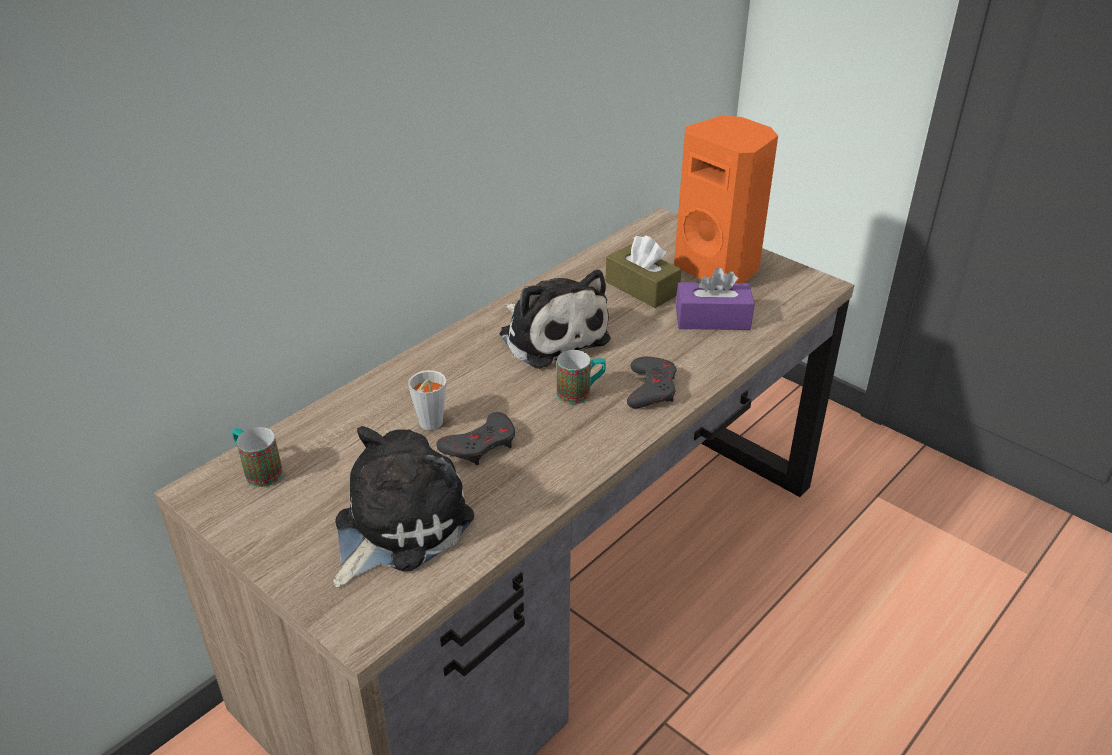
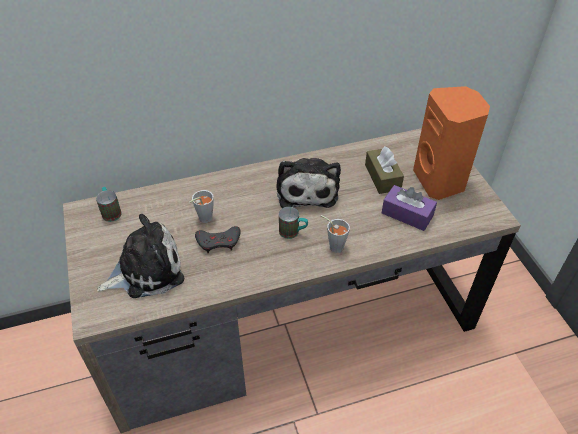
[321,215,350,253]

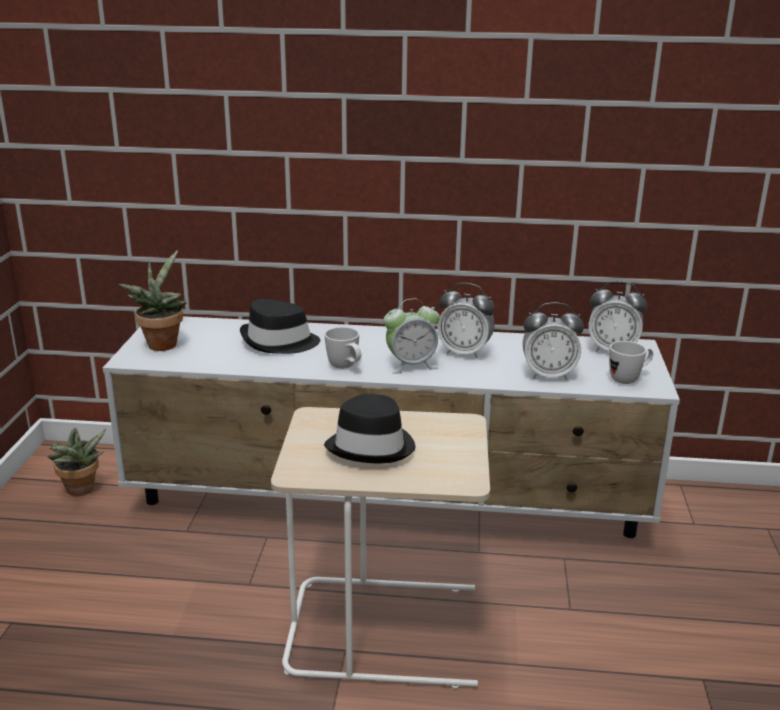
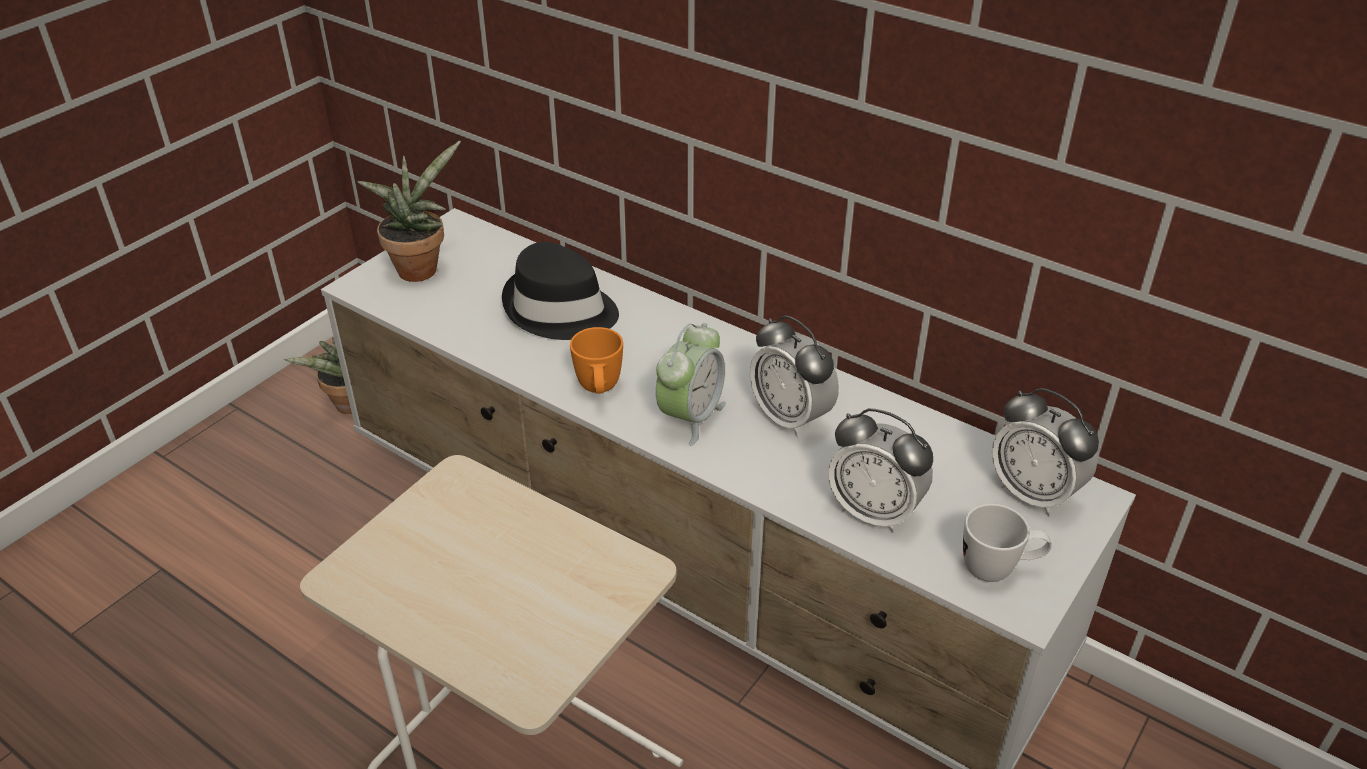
[570,327,623,394]
[324,394,415,463] (first image)
[656,323,726,446]

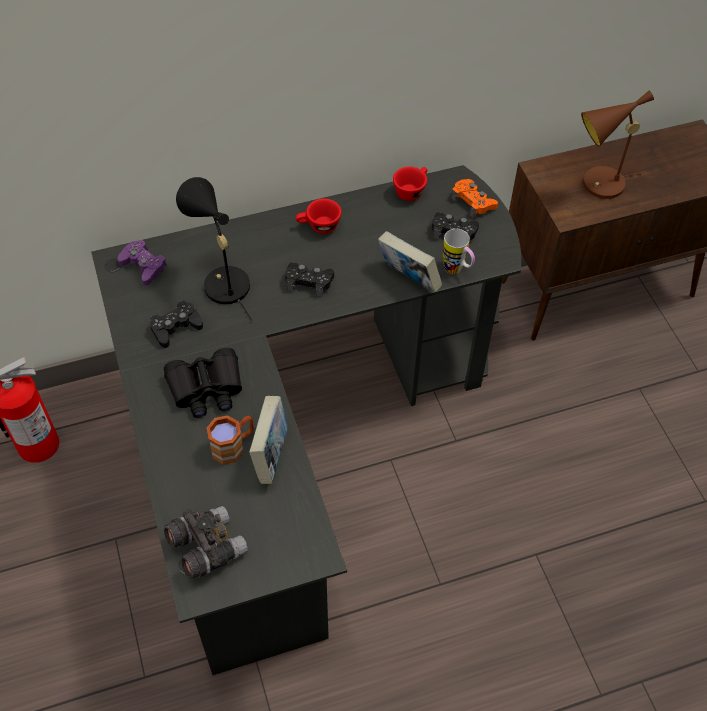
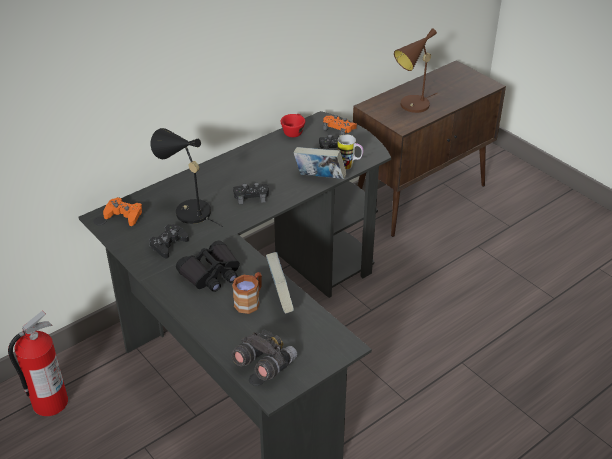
[103,197,143,226]
[296,199,341,234] (first image)

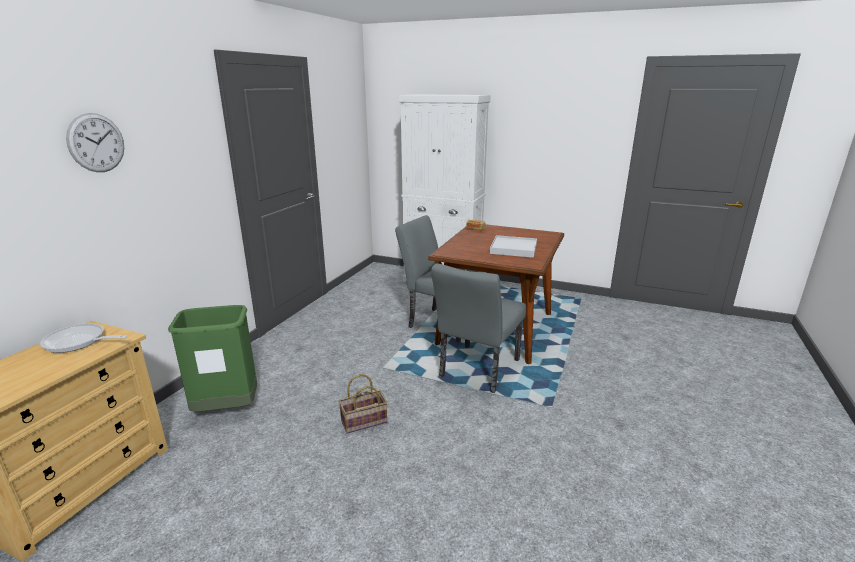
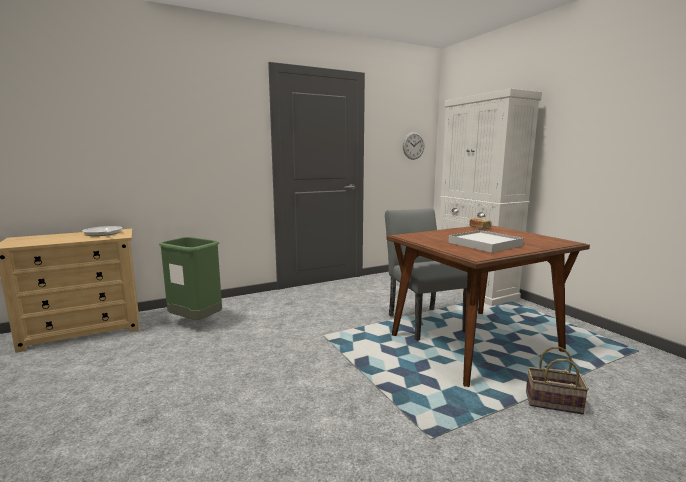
[403,132,424,160]
[526,347,589,415]
[431,264,526,393] (first image)

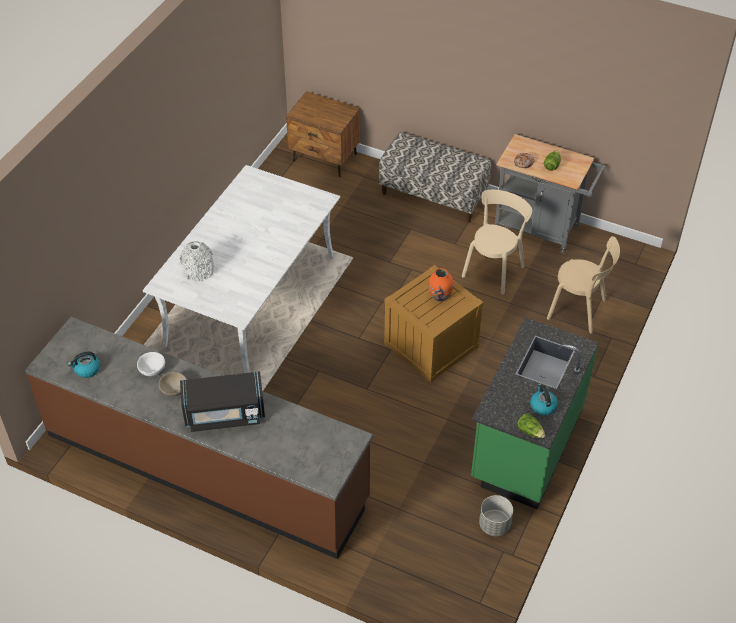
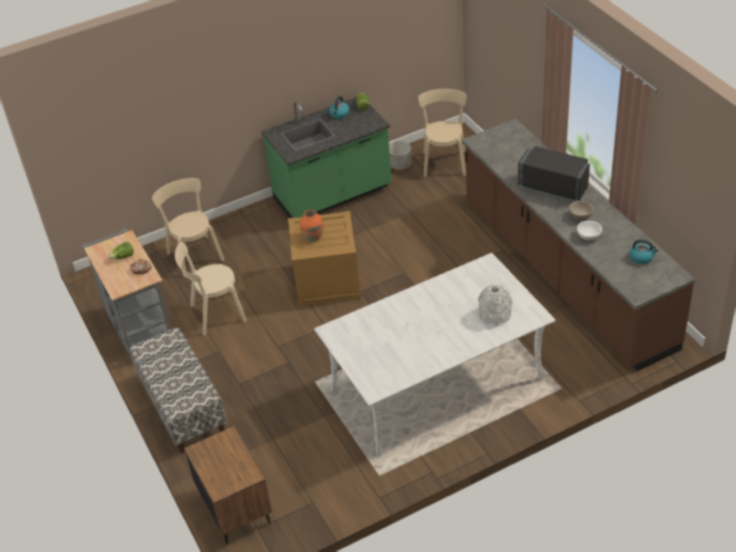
[418,89,467,177]

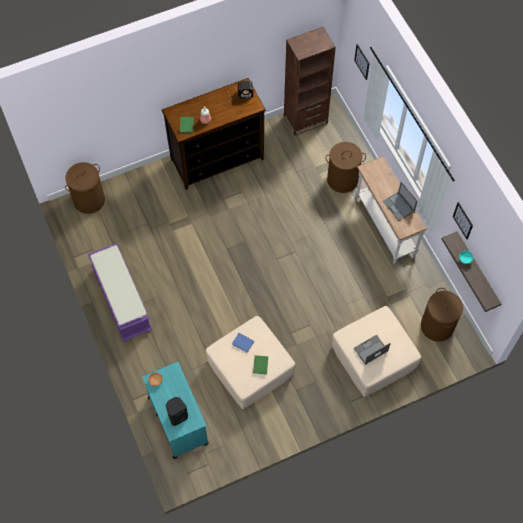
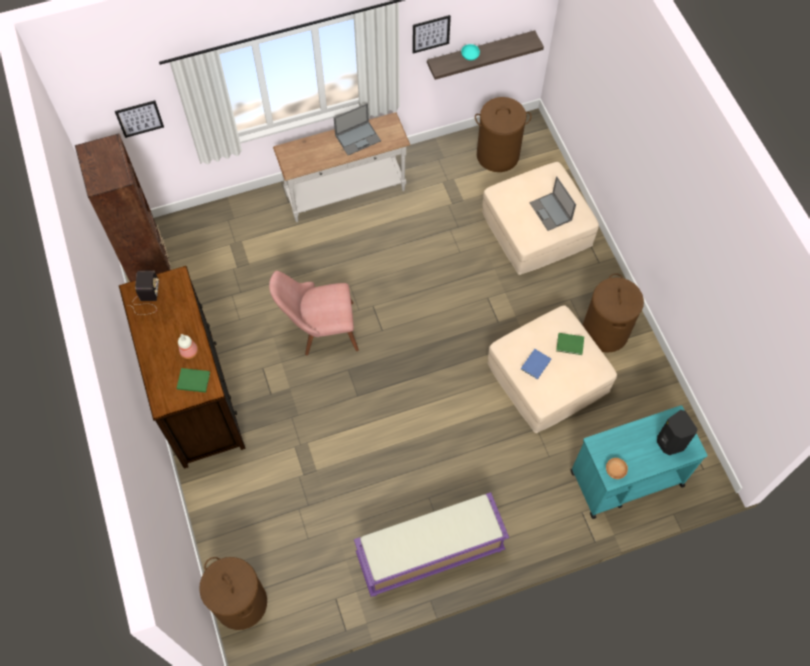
[583,273,644,353]
[269,271,359,355]

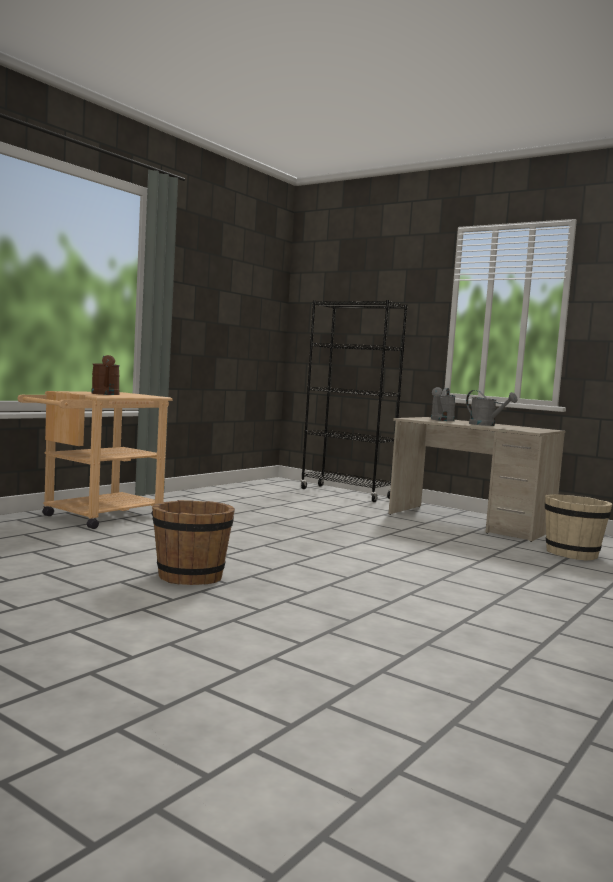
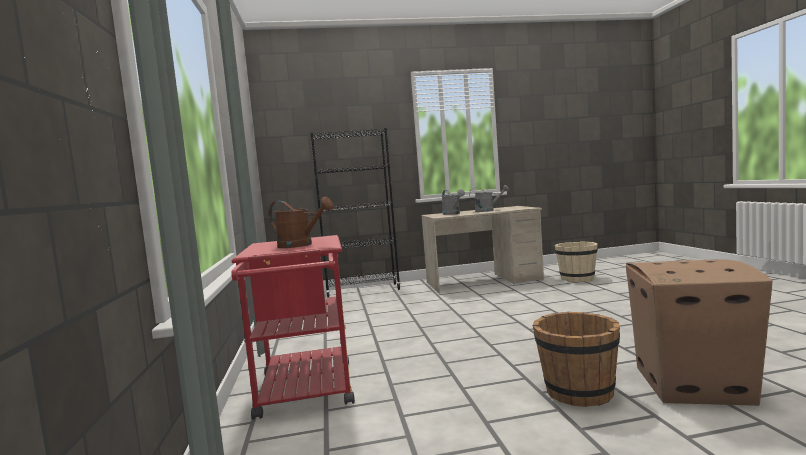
[231,235,355,419]
[626,259,773,406]

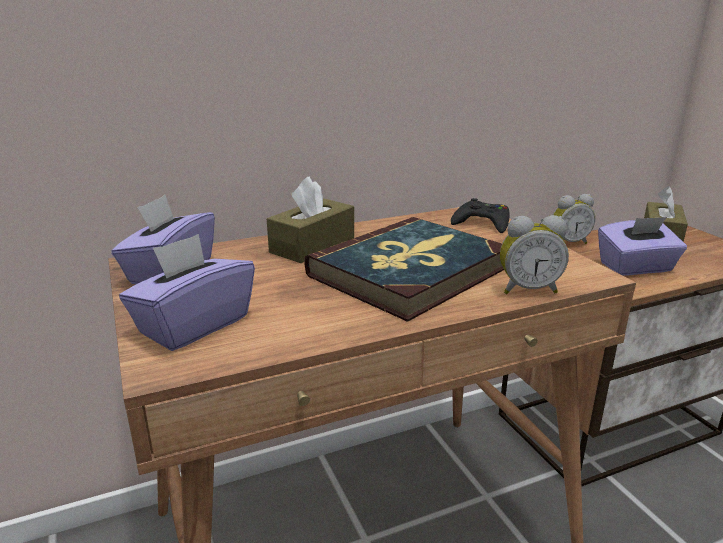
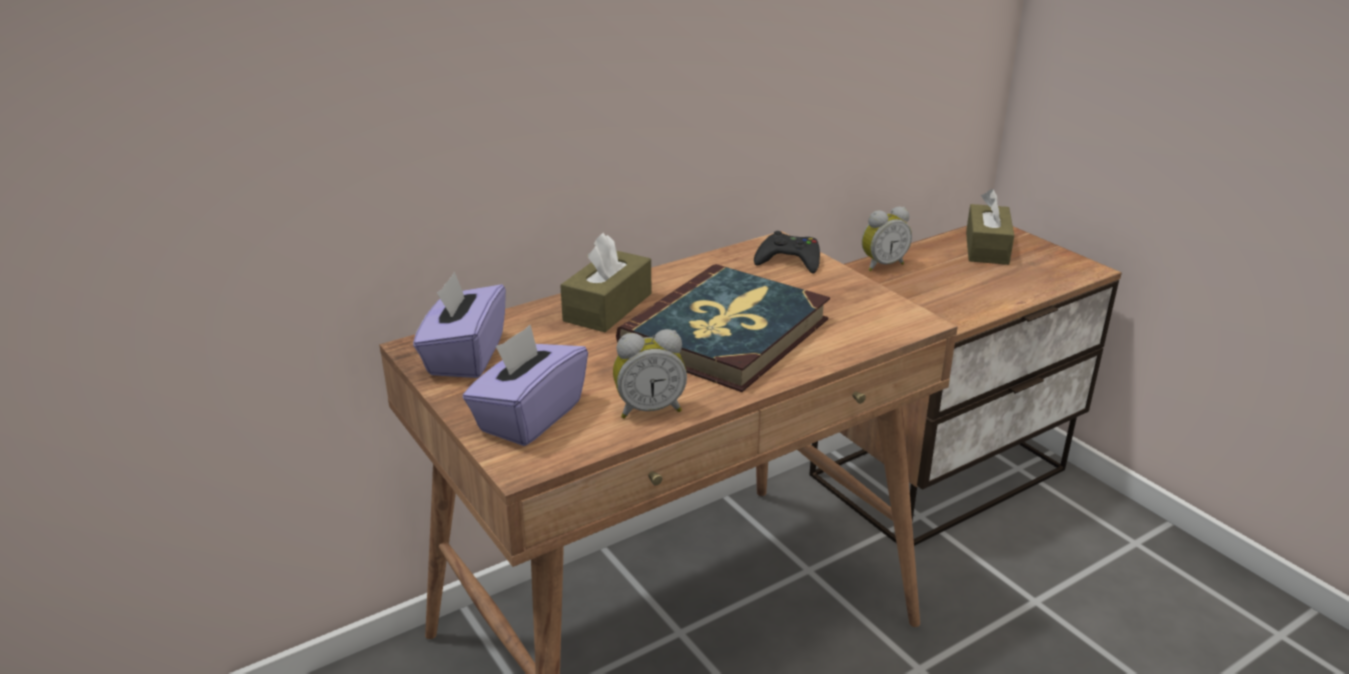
[613,329,687,419]
[598,217,687,276] (first image)

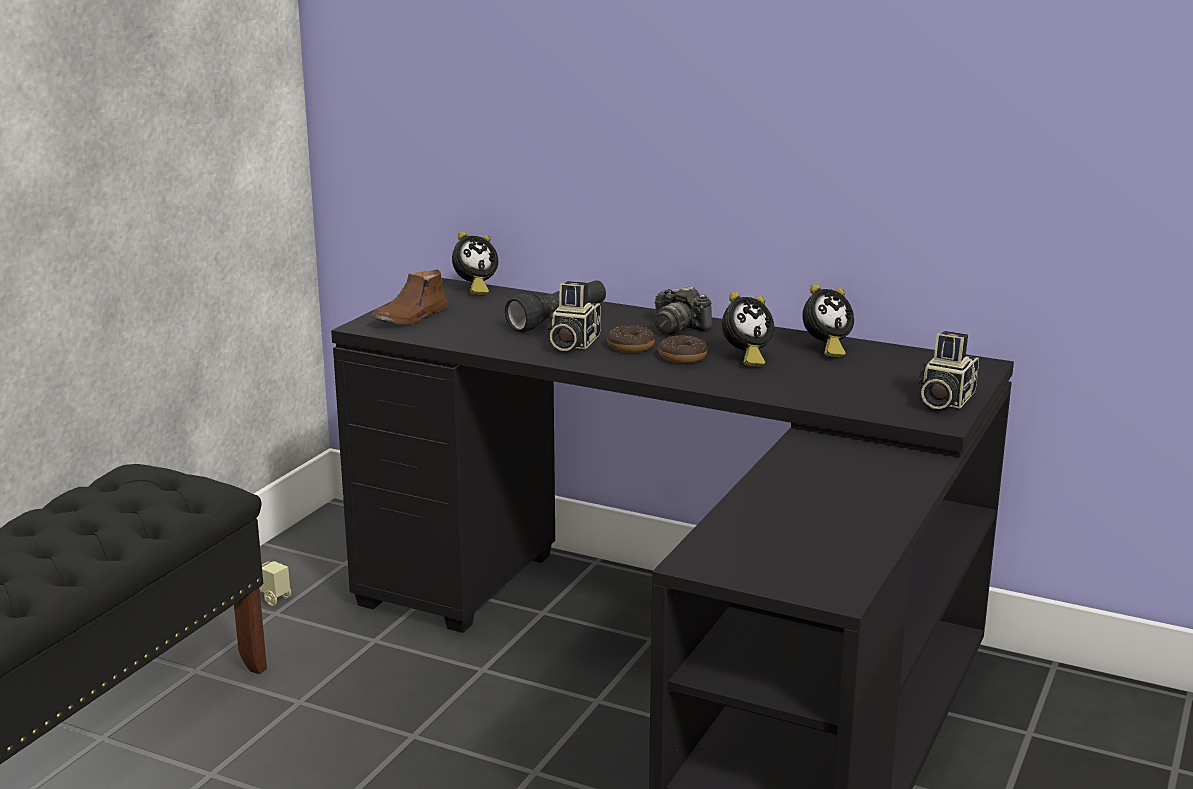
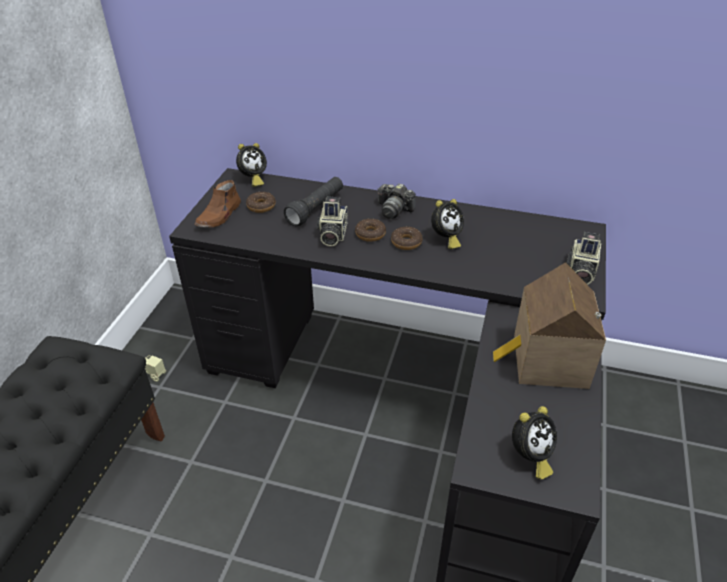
[512,406,557,479]
[246,192,276,213]
[493,263,606,389]

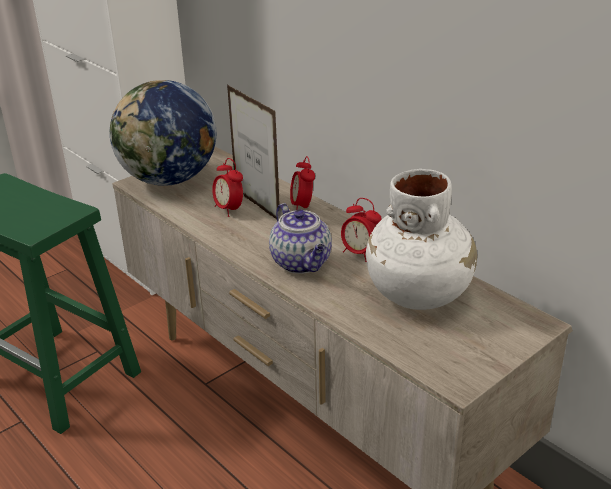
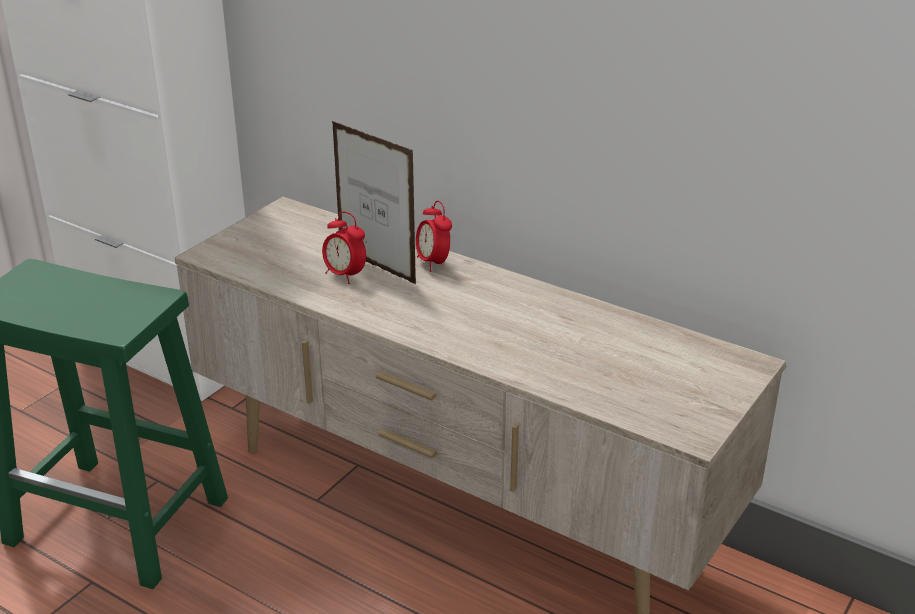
[110,80,216,186] (first image)
[269,203,332,274] (first image)
[341,198,382,262] (first image)
[366,169,477,310] (first image)

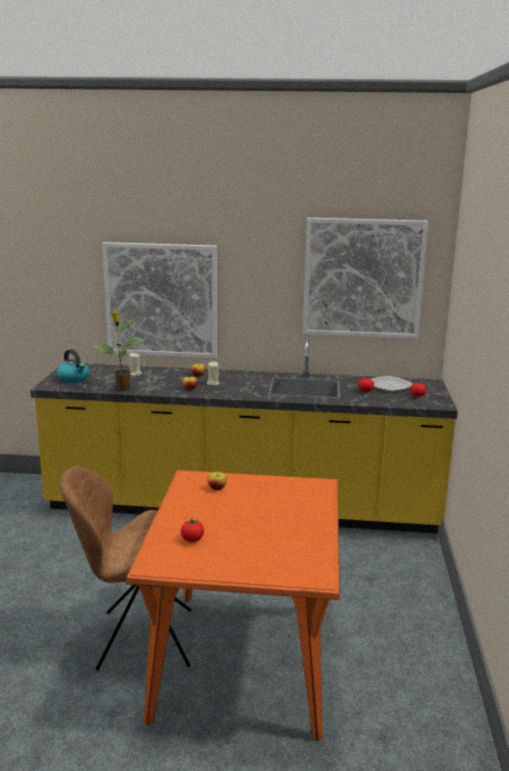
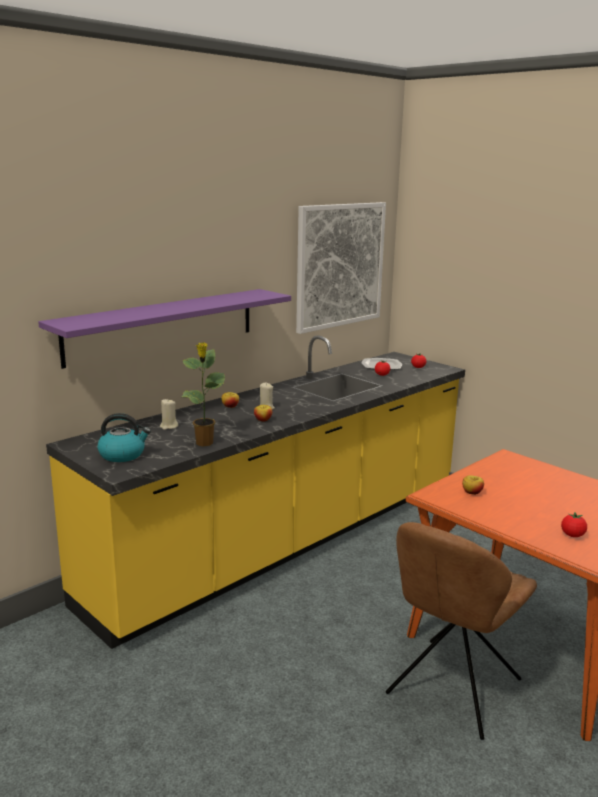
[38,289,291,369]

